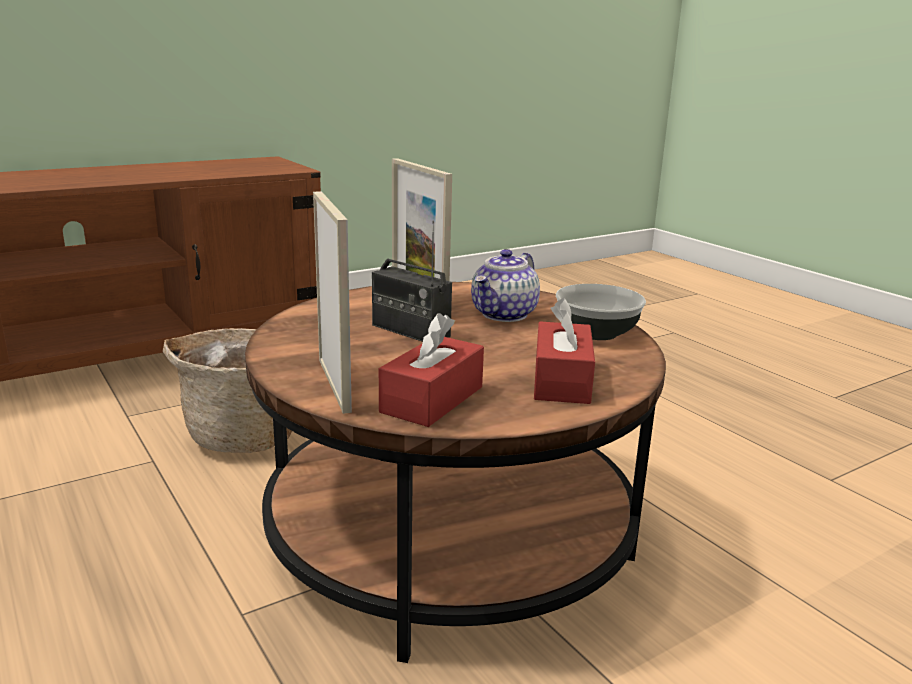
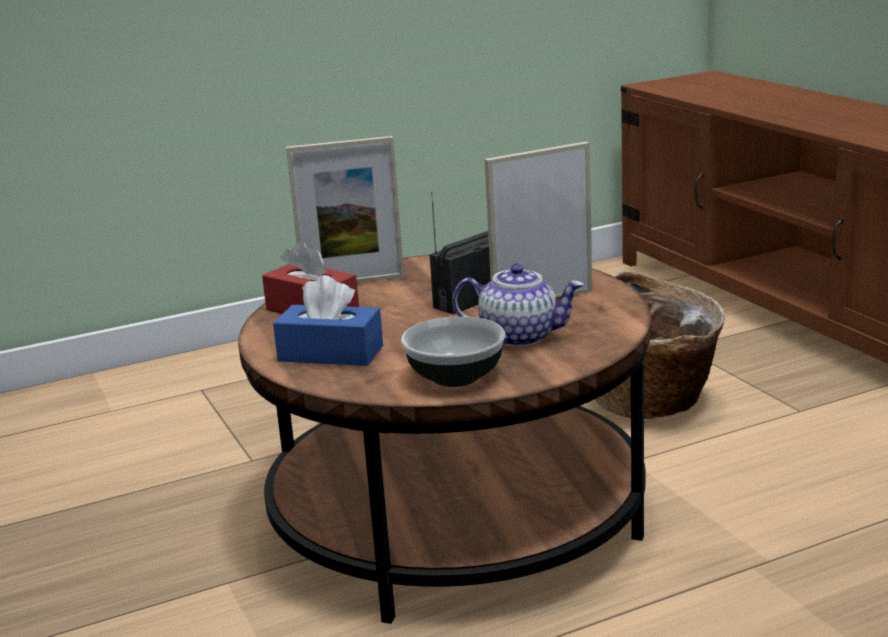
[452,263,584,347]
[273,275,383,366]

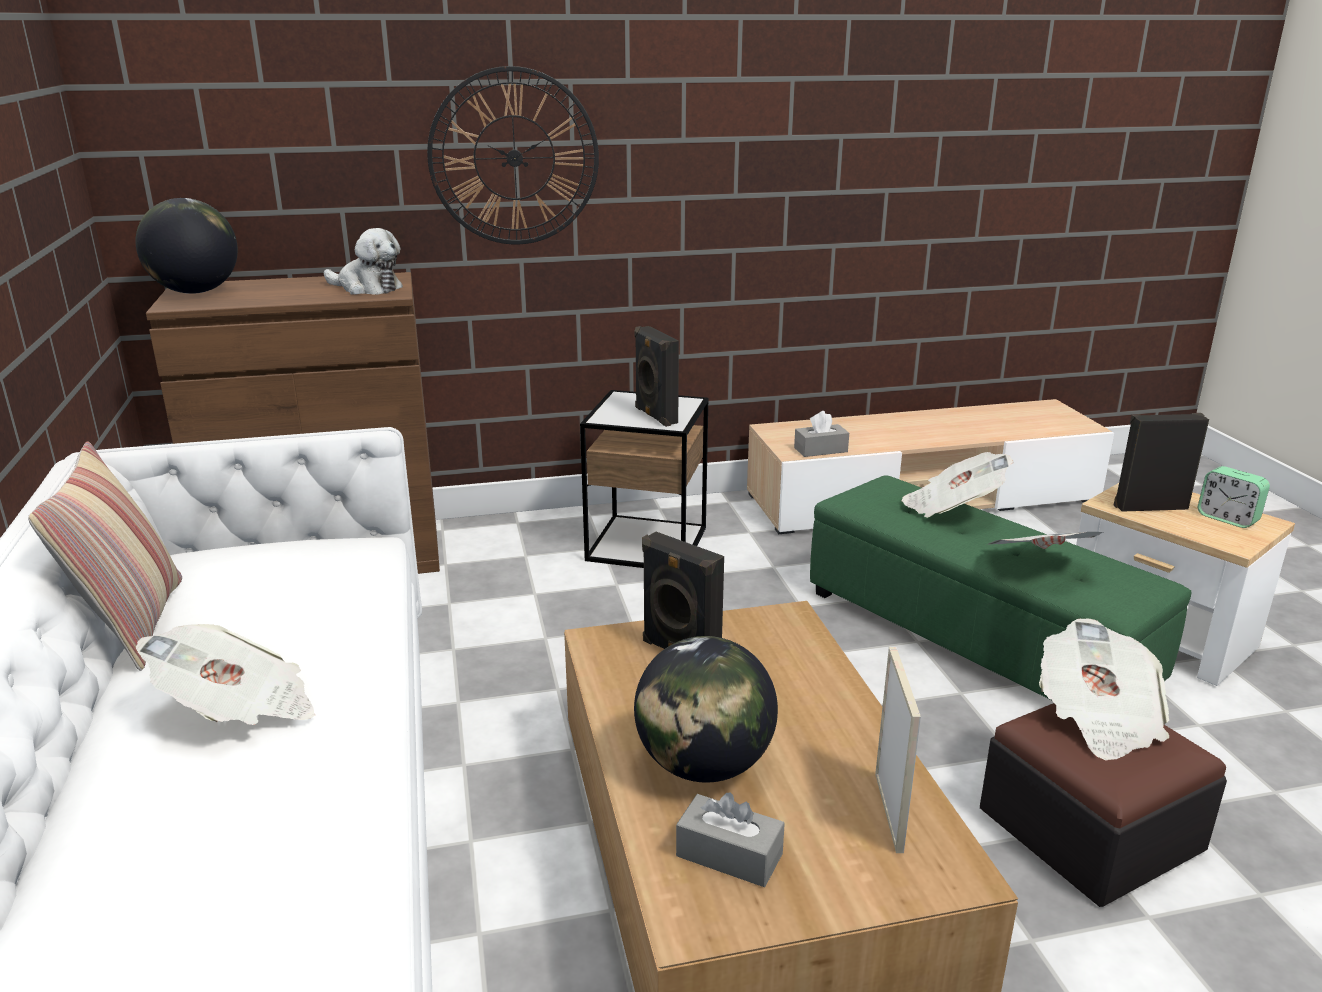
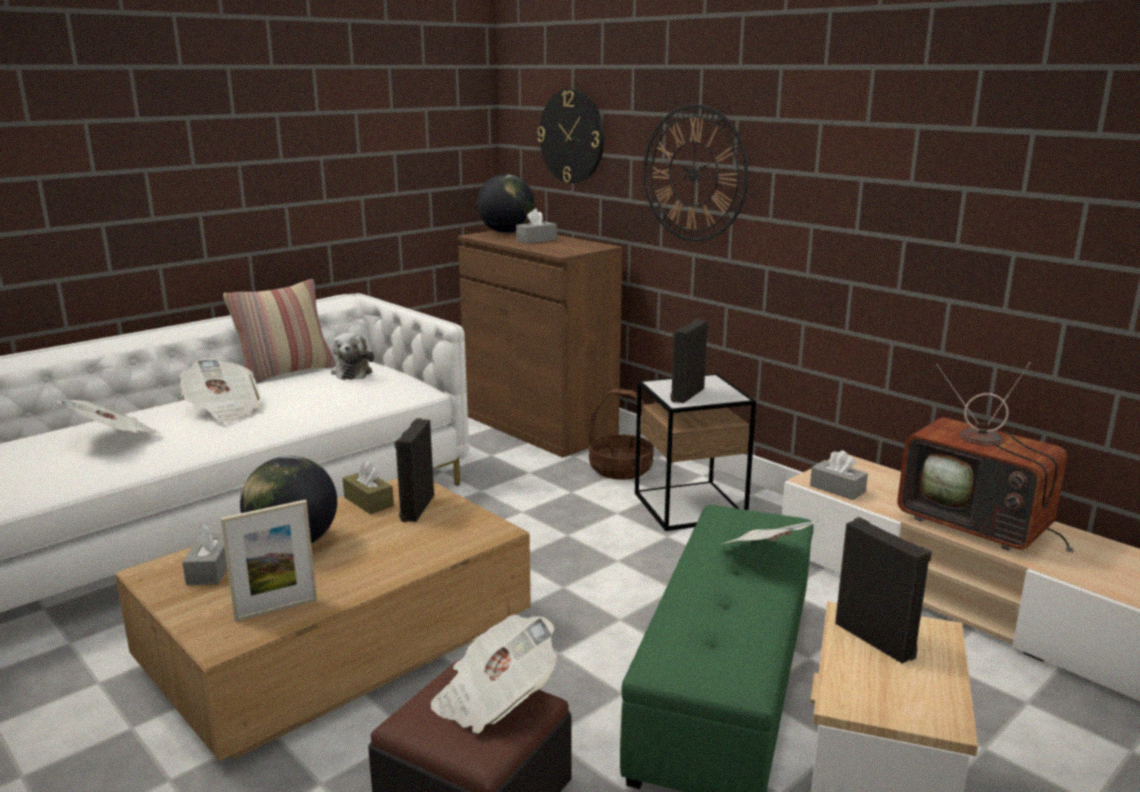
[331,333,374,380]
[56,400,162,433]
[1198,466,1270,528] (first image)
[343,461,394,514]
[516,209,557,244]
[537,89,604,183]
[589,389,654,480]
[897,362,1073,553]

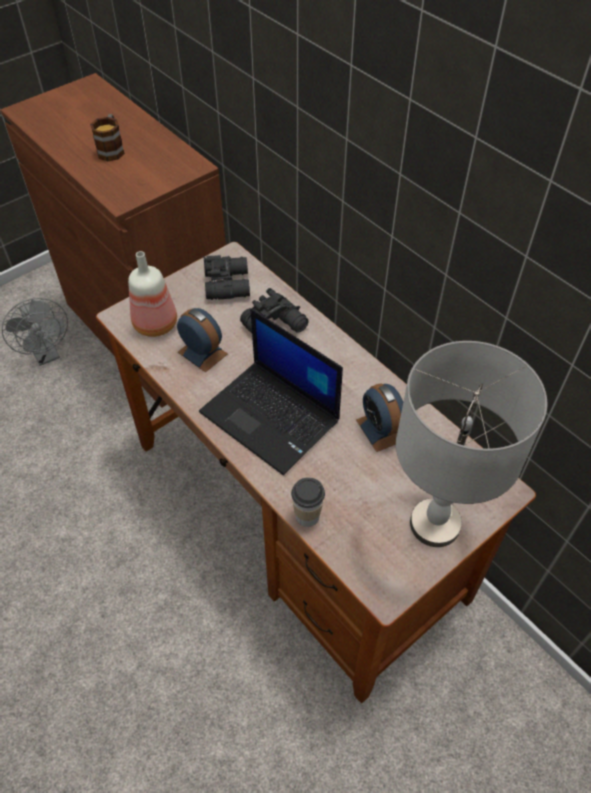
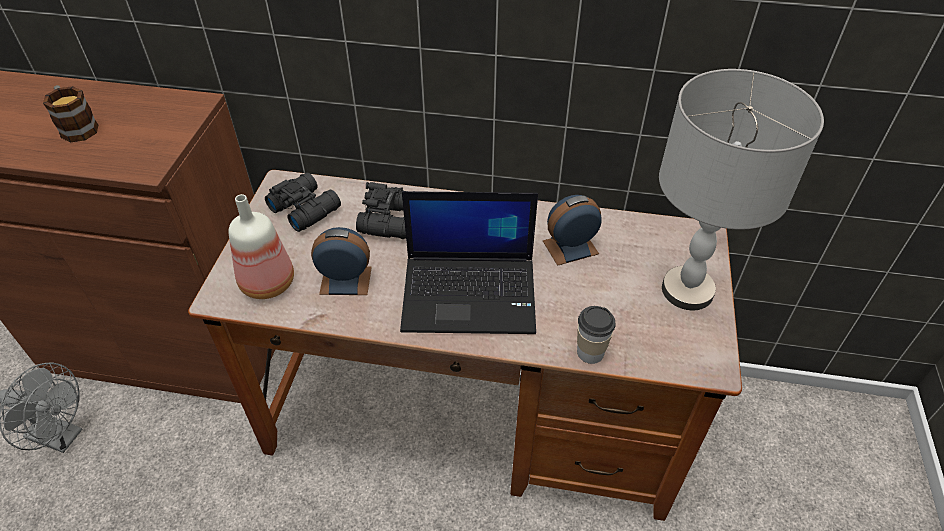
[543,195,602,266]

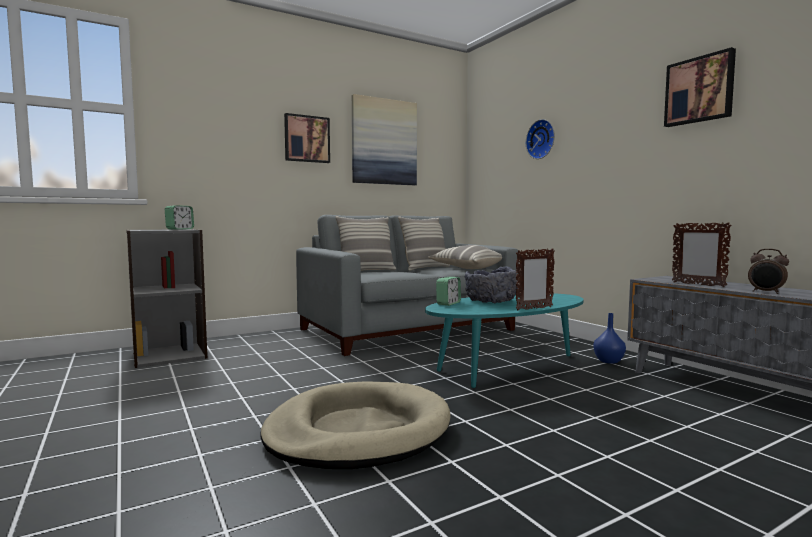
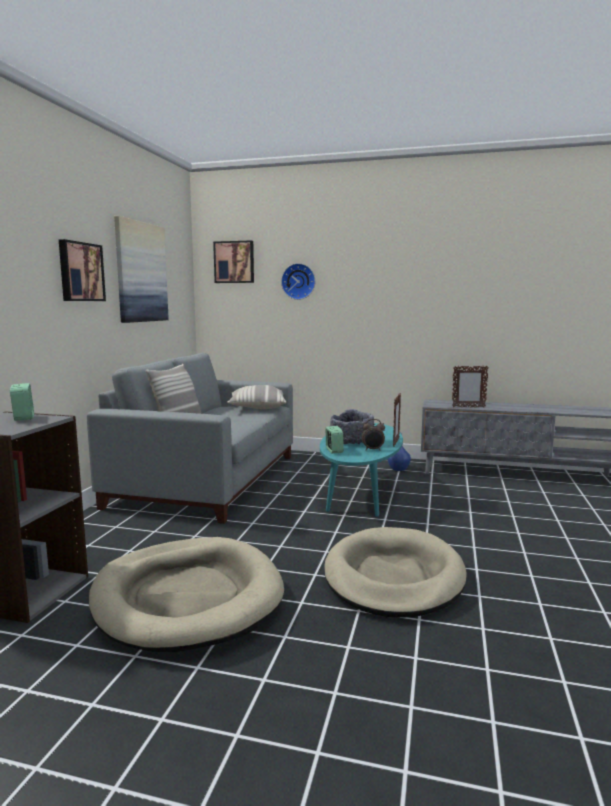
[398,216,450,271] (first image)
[213,240,254,283]
[362,419,385,450]
[89,537,284,652]

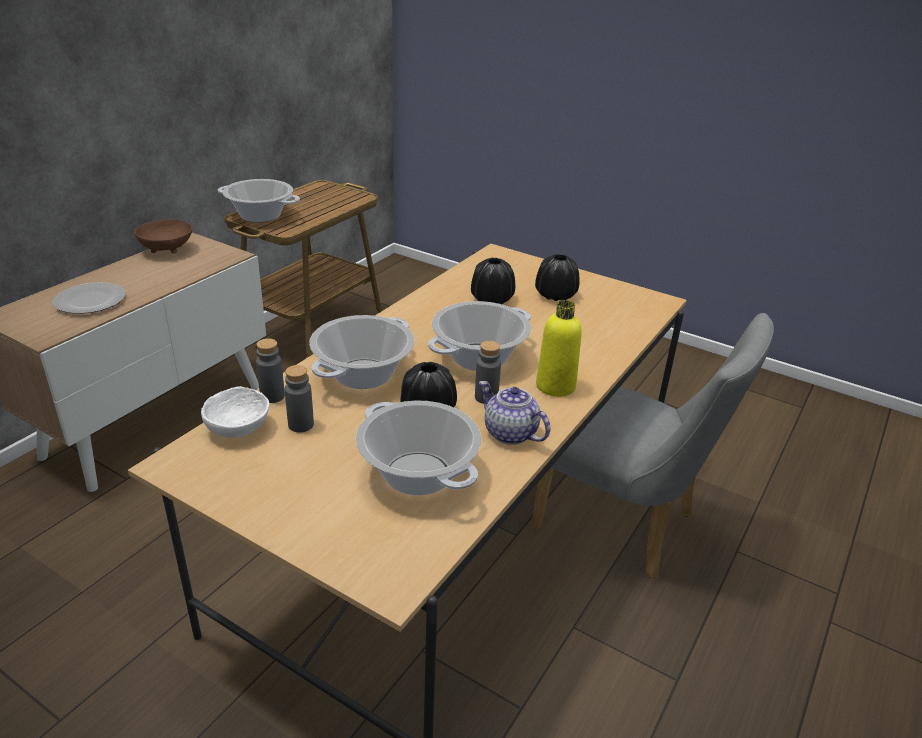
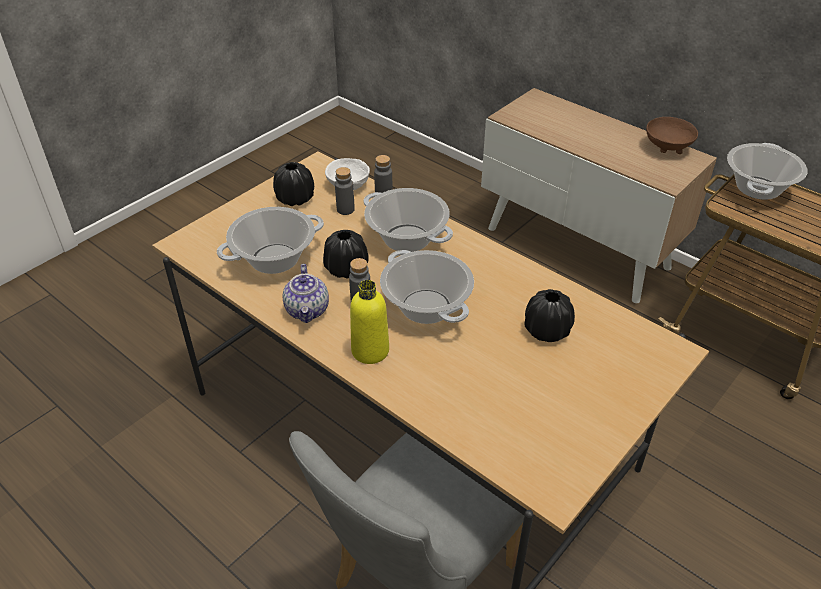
[53,282,126,314] (first image)
[283,264,329,323]
[273,162,314,206]

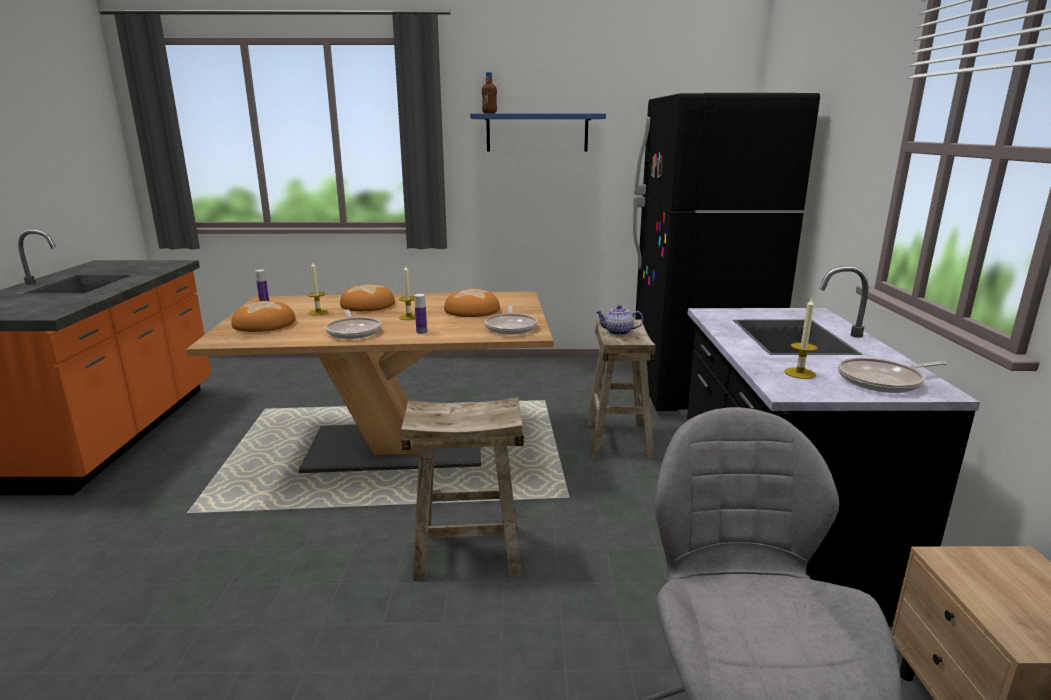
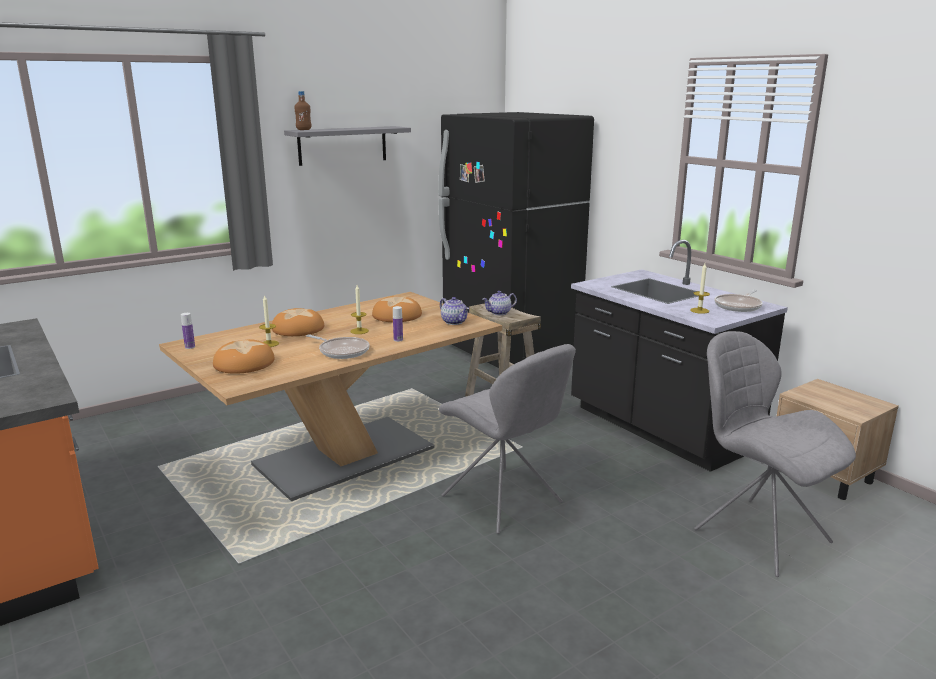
[439,344,576,534]
[284,126,411,166]
[440,297,469,325]

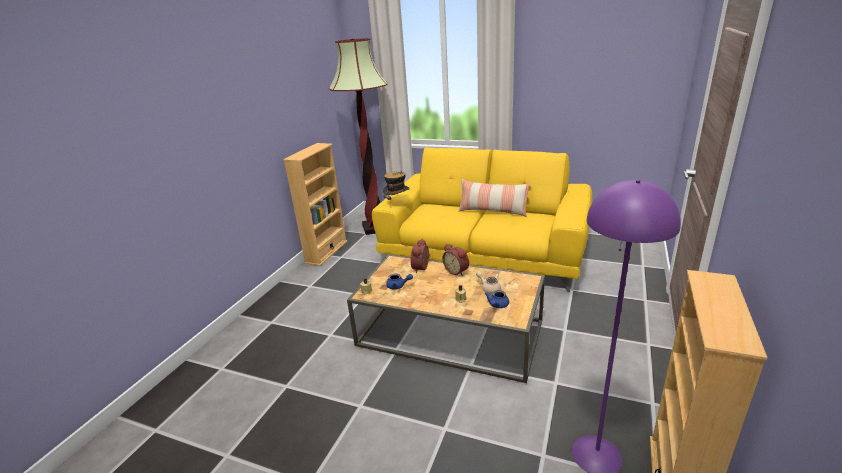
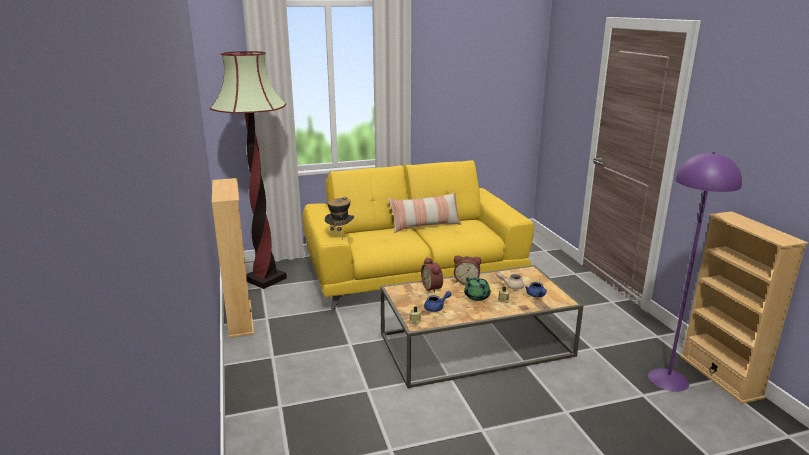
[464,277,491,301]

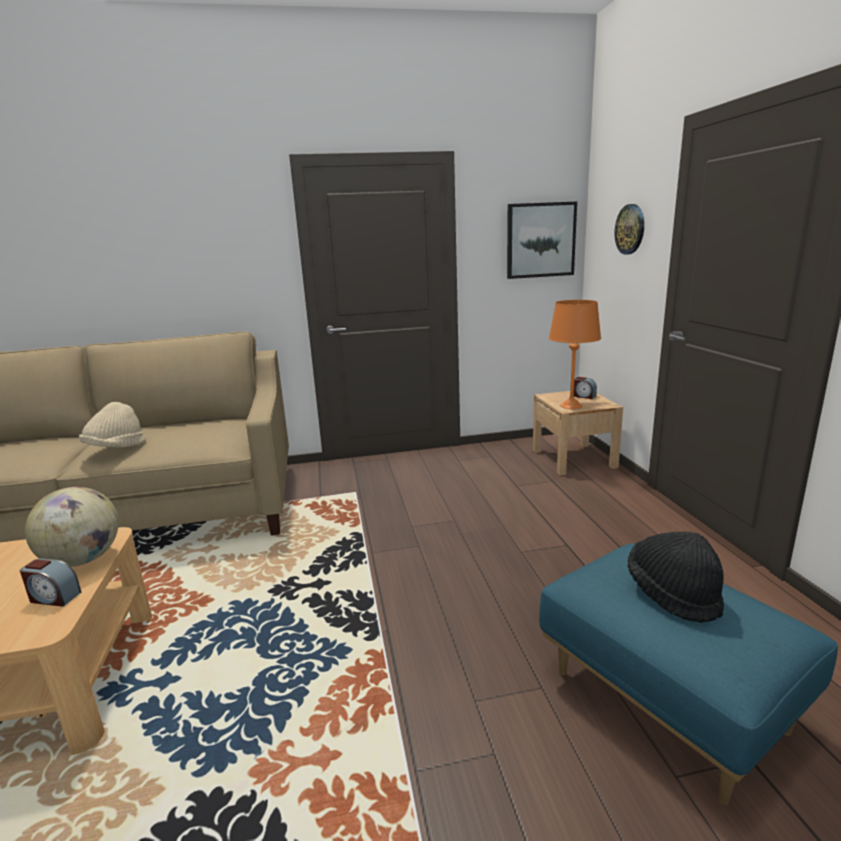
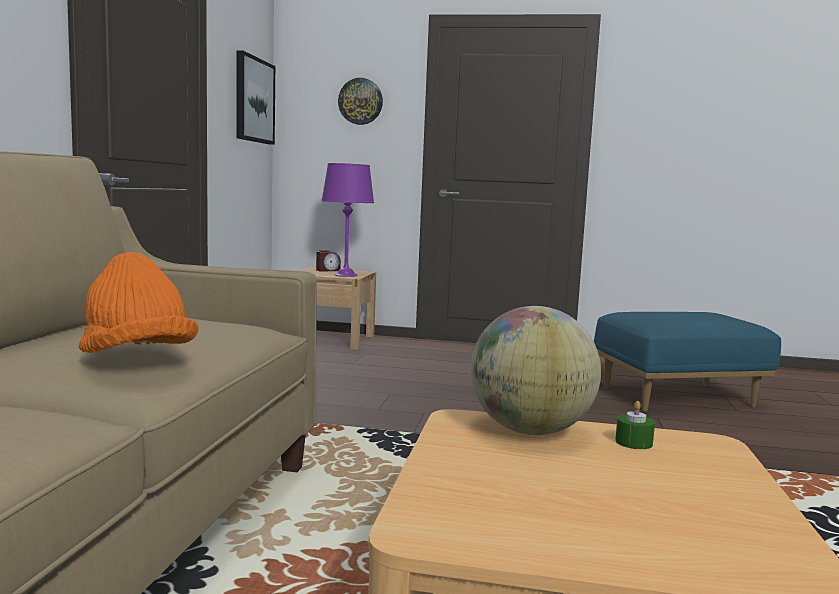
[615,401,655,449]
[78,252,198,353]
[321,163,374,277]
[628,531,724,623] (first image)

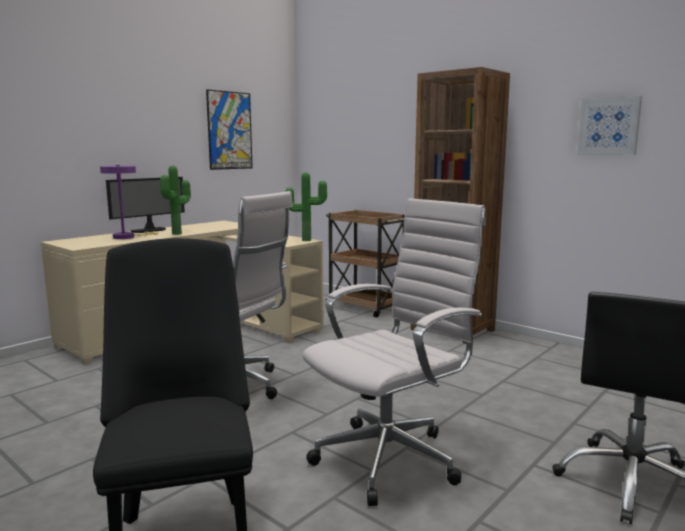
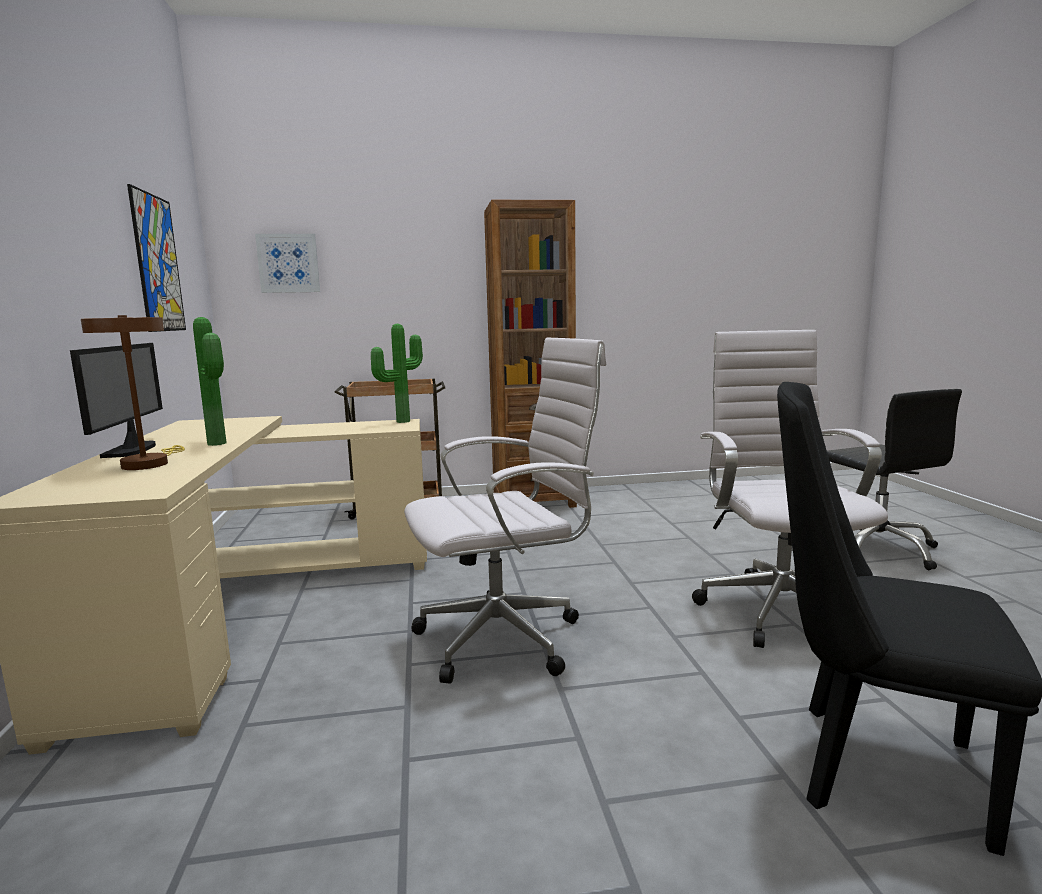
[81,315,185,470]
[255,234,320,293]

